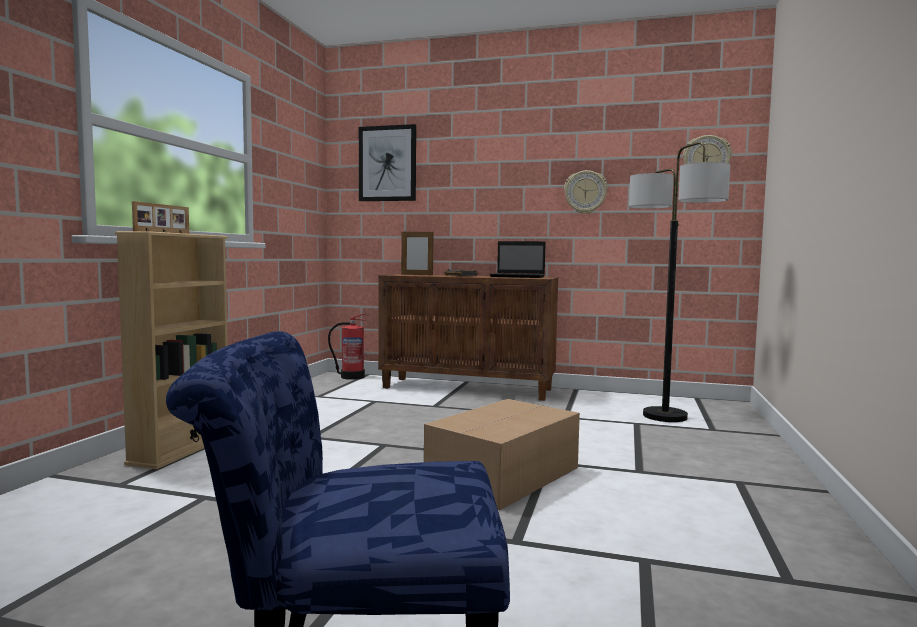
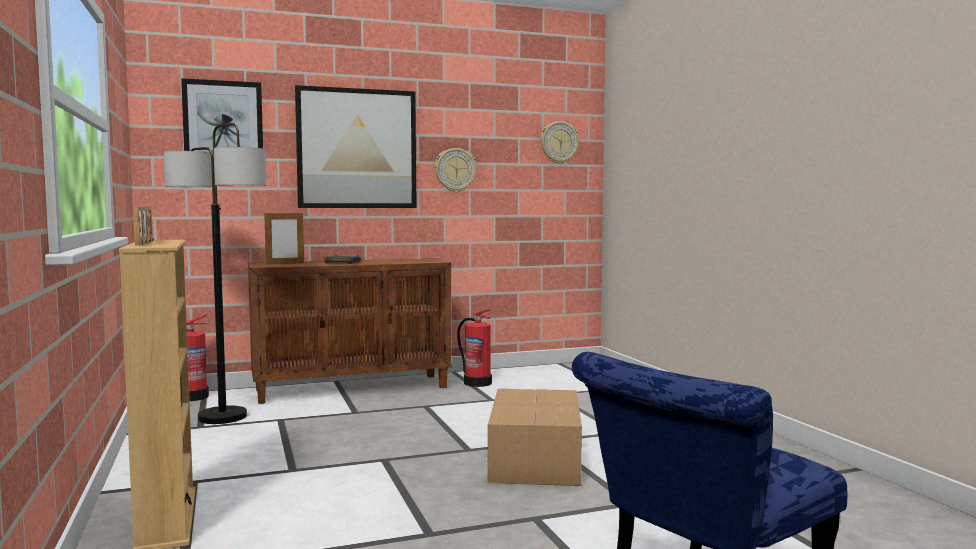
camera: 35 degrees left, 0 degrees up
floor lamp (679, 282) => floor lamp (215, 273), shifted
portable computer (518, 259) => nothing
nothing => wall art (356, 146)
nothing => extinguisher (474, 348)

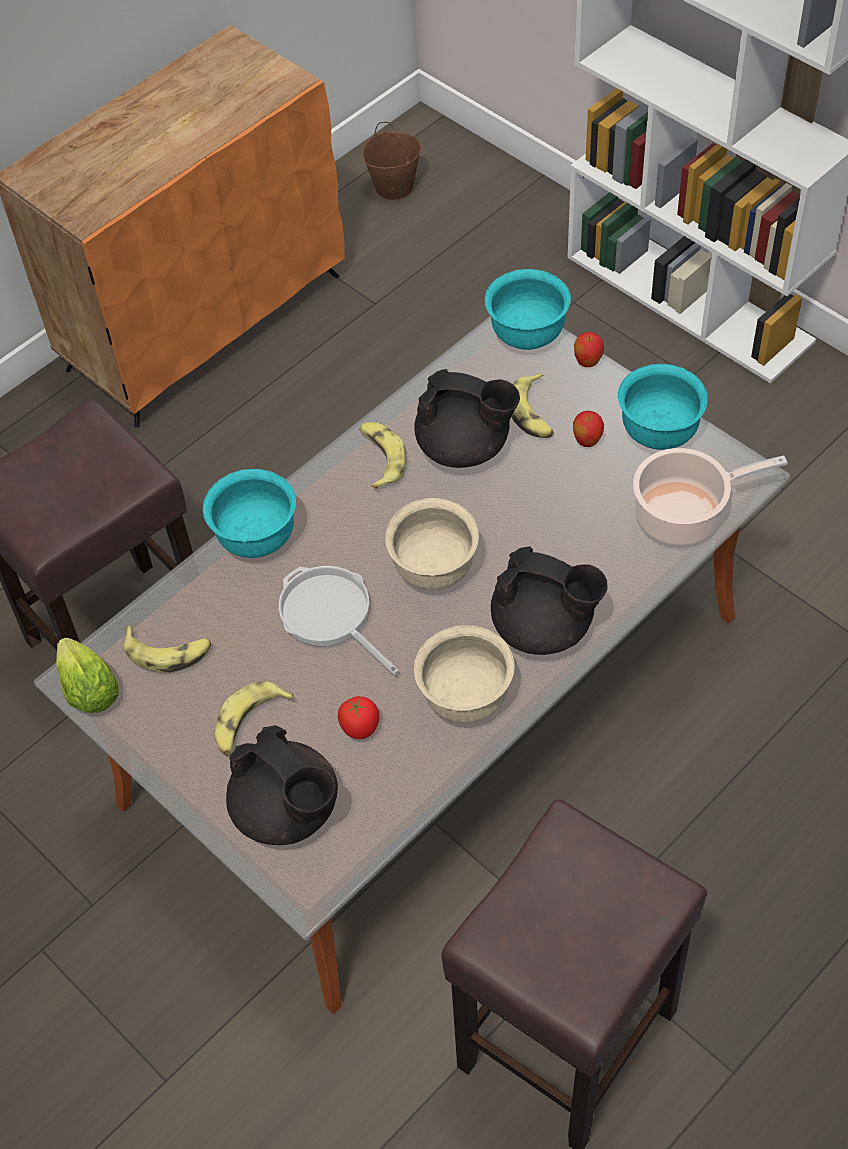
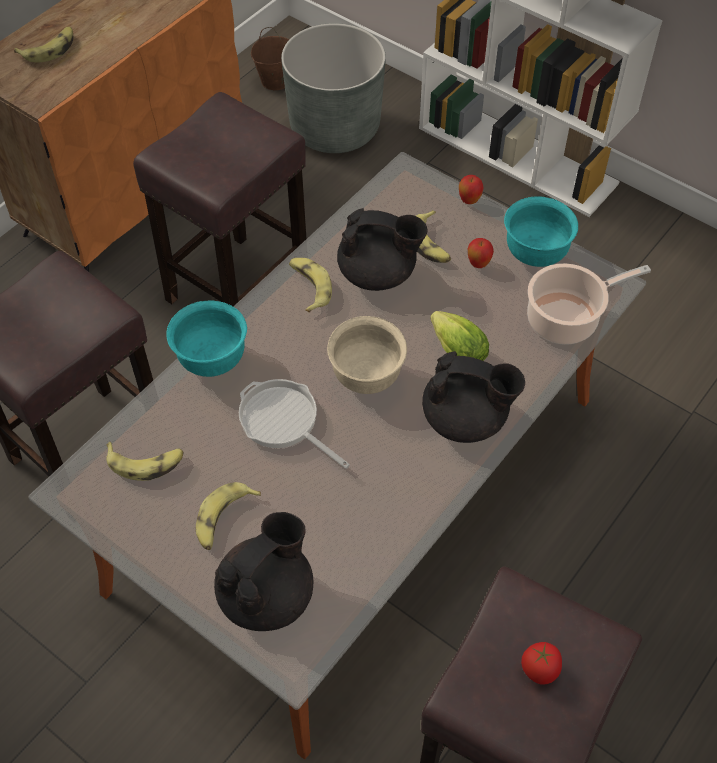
camera: 10 degrees left, 0 degrees up
deep dish/blue-green (528, 309) => nothing
deep dish/sand-coloured (464, 674) => nothing
head of lettuce (87, 675) => head of lettuce (459, 336), shifted
fresh tomato (359, 717) => fresh tomato (541, 663), shifted
pot for tea/black-coloured (282, 785) => pot for tea/black-coloured (263, 571), 90 degrees counterclockwise
nothing => flower pot/gray (333, 88)
nothing => banana fruit (43, 45)
nothing => sitting stool/brownish (220, 199)

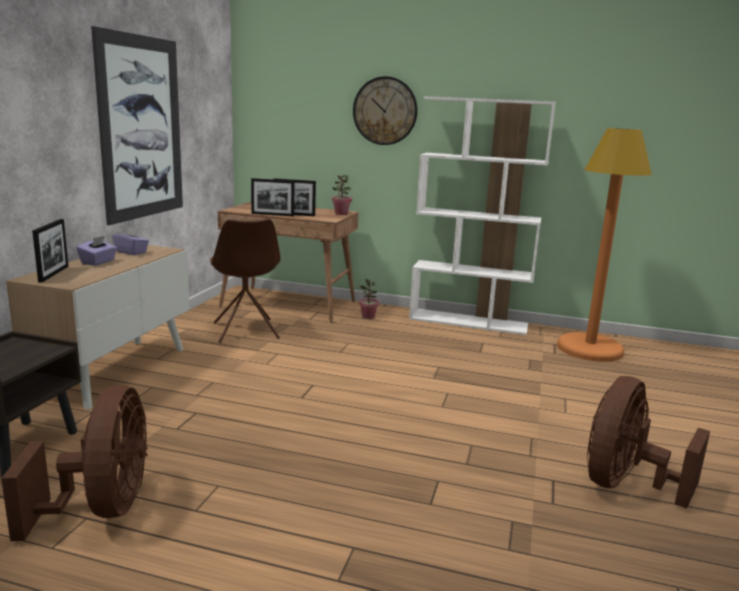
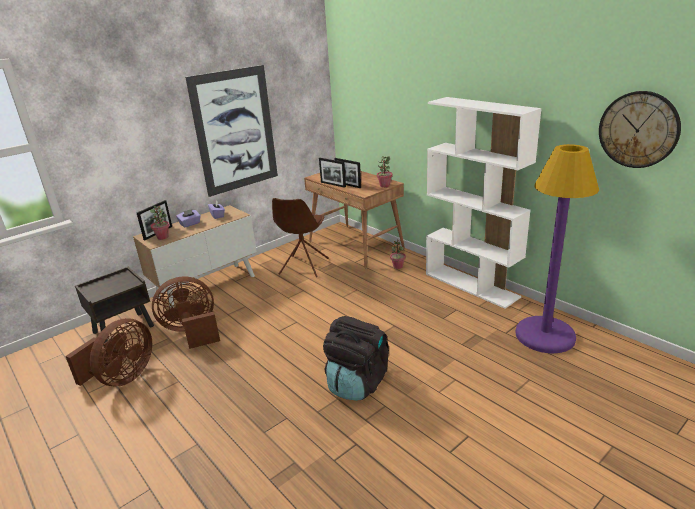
camera: 35 degrees right, 10 degrees up
hanging clock (385, 110) => hanging clock (640, 129), shifted
floor lamp/orange-coloured (604, 245) => floor lamp/purple-coloured (557, 249)
cooling fan/brownish (648, 442) => cooling fan/brownish (186, 312), shifted
nothing => plant in a pot (160, 223)
nothing => rucksack/black-coloured (356, 358)

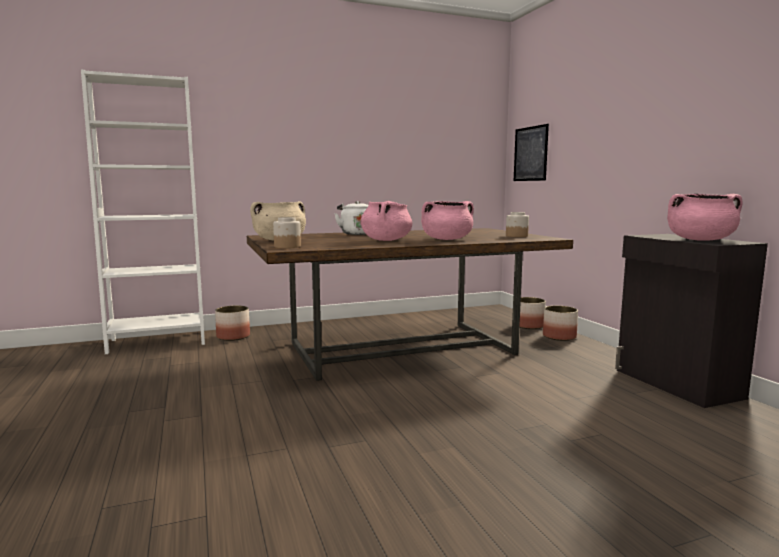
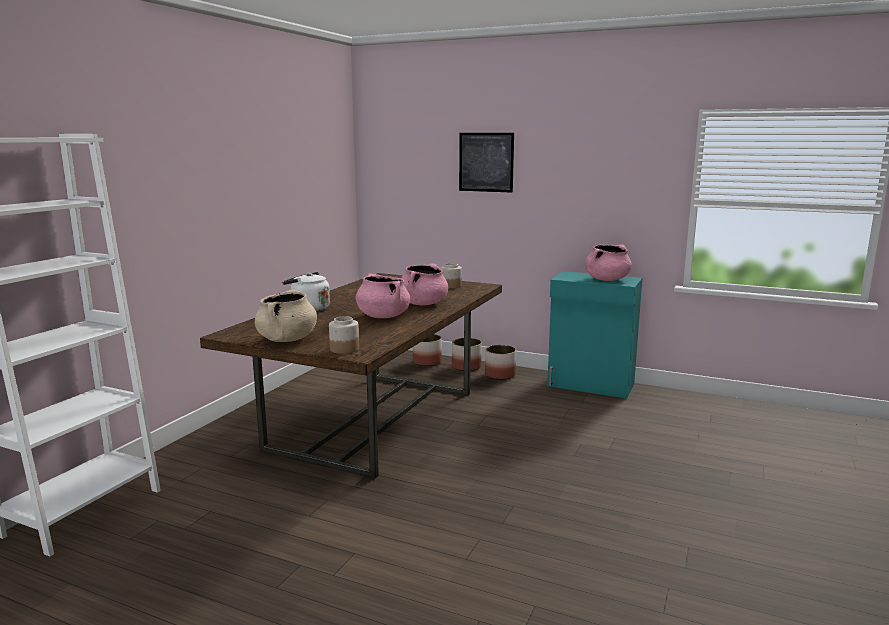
camera: 45 degrees left, 5 degrees up
wall art (531, 152) => wall art (486, 163), shifted
storage cabinet/black-coloured (691, 321) => storage cabinet/blue-green (594, 334)
flower pot (232, 323) => flower pot (500, 362), shifted

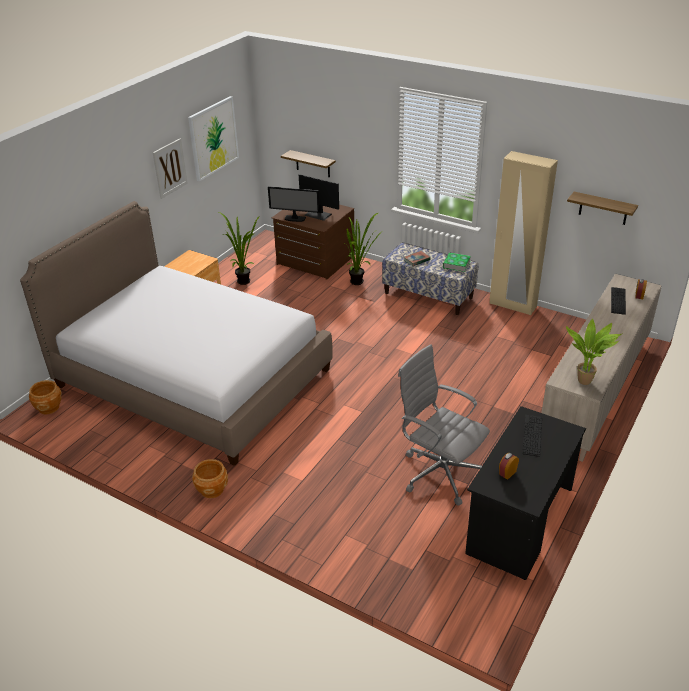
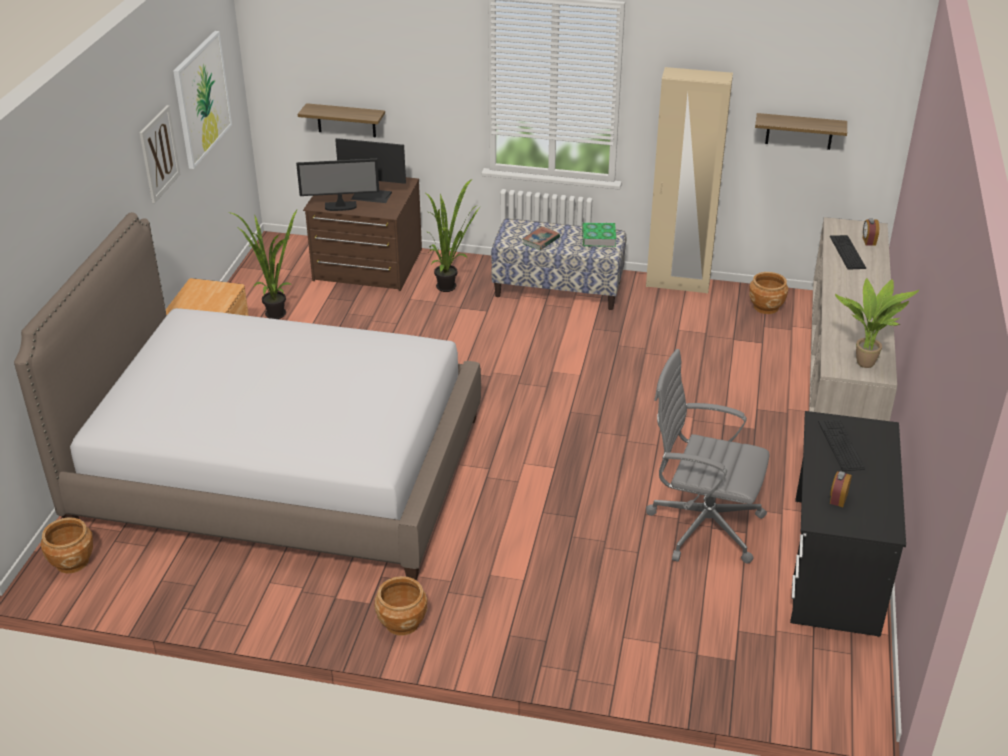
camera: 20 degrees left, 0 degrees up
nothing => flower pot/brownish (768, 293)

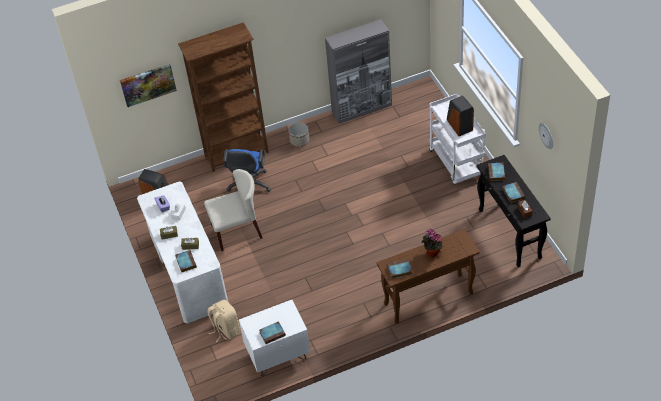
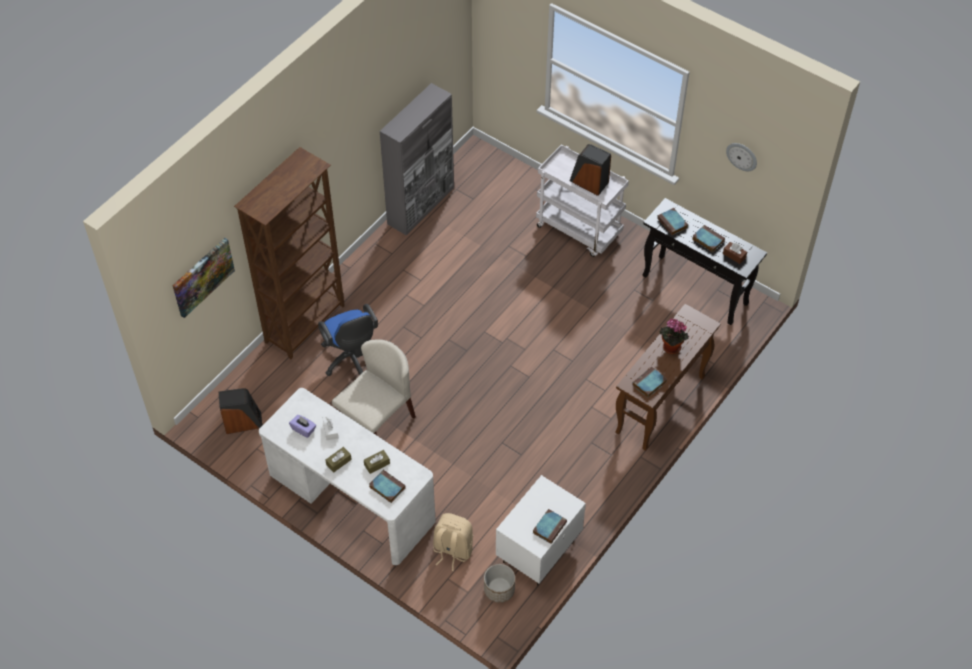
camera: 35 degrees left, 5 degrees up
flower pot (299, 134) => flower pot (499, 583), shifted

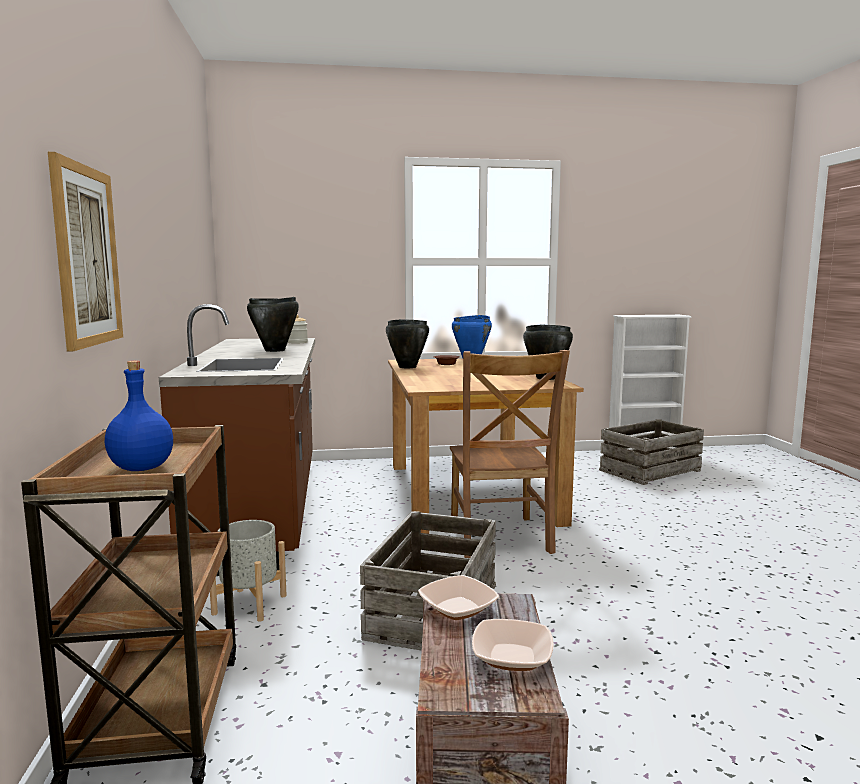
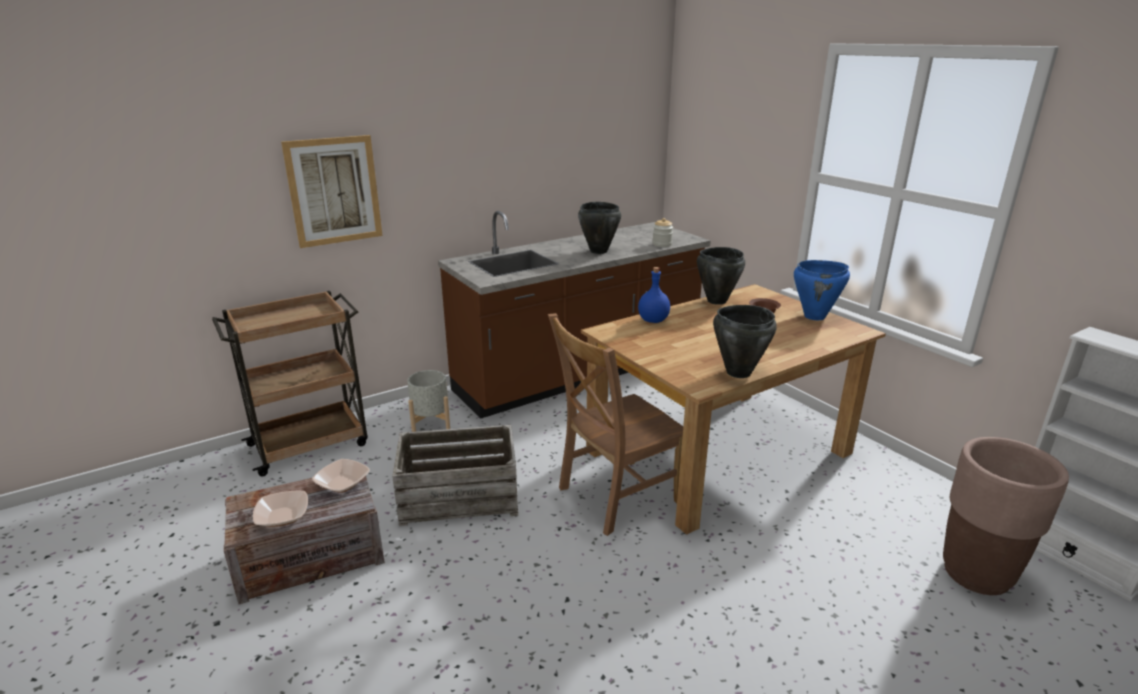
camera: 65 degrees right, 15 degrees up
drink bottle/blue (139, 416) => drink bottle/blue (654, 295), shifted
packing crate (651, 452) => flower pot/brownish (1006, 516)

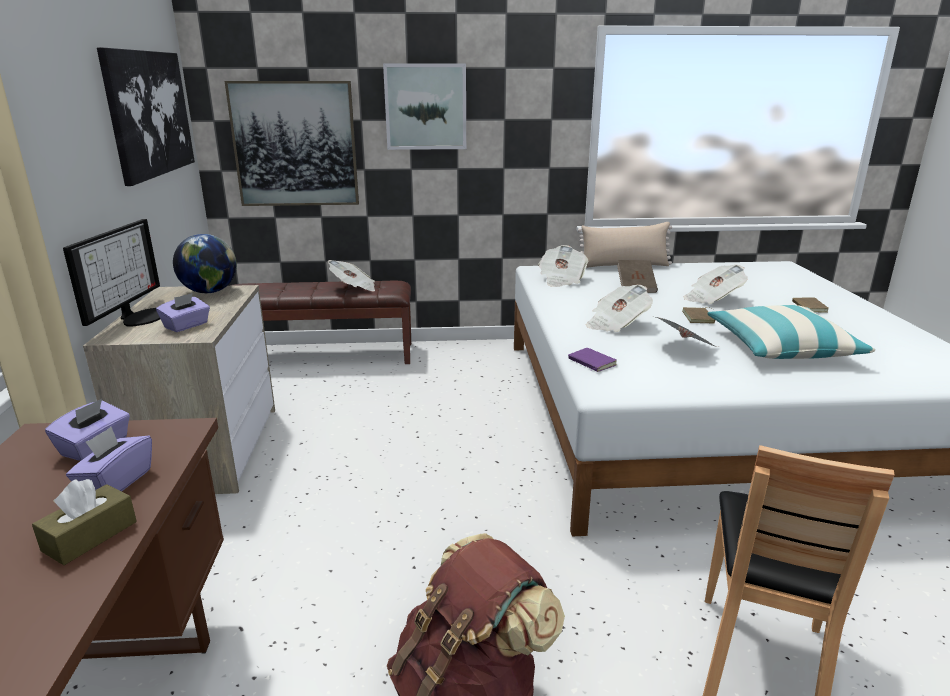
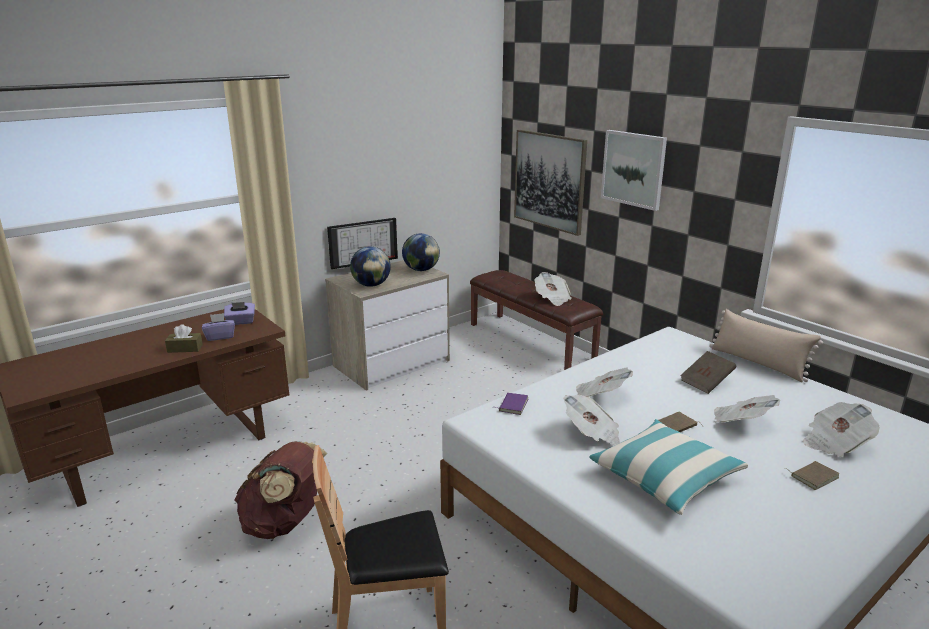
camera: 55 degrees right, 0 degrees up
wall art (146, 116) => nothing
newspaper (563, 266) => newspaper (841, 429), shifted
tissue box/purple-coloured (183, 312) => globe (370, 266)

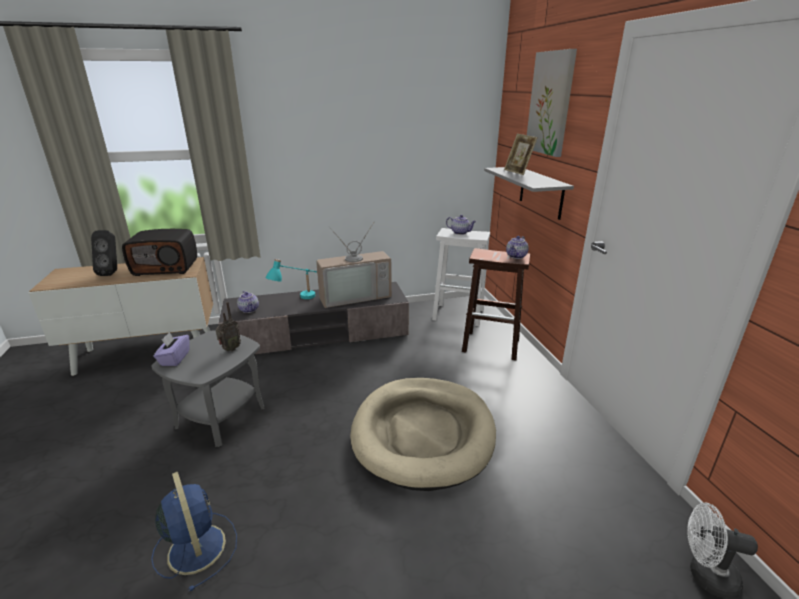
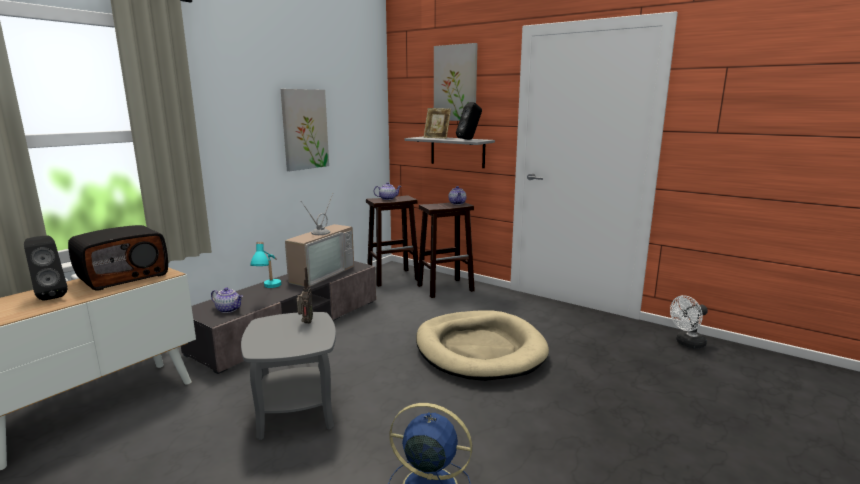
camera: 40 degrees left, 10 degrees down
sitting stool/whitish (461, 277) => sitting stool/brownish (392, 241)
tissue box/purple-coloured (172, 349) => nothing
nothing => wall art (305, 130)
nothing => audio speaker/black-coloured (469, 121)

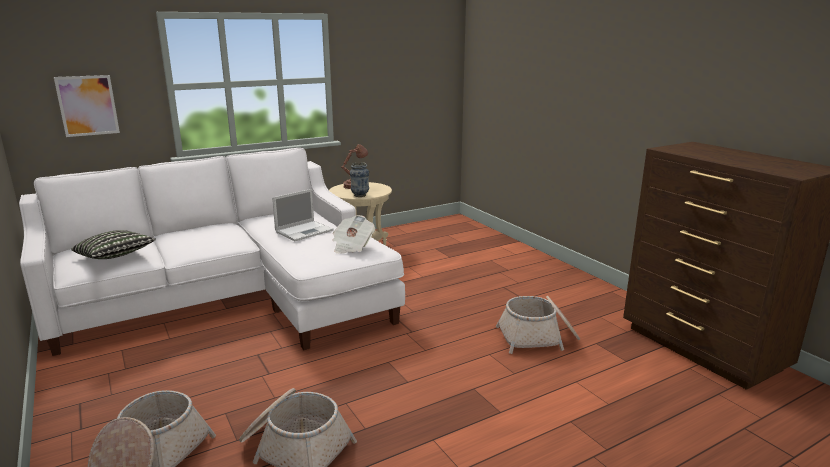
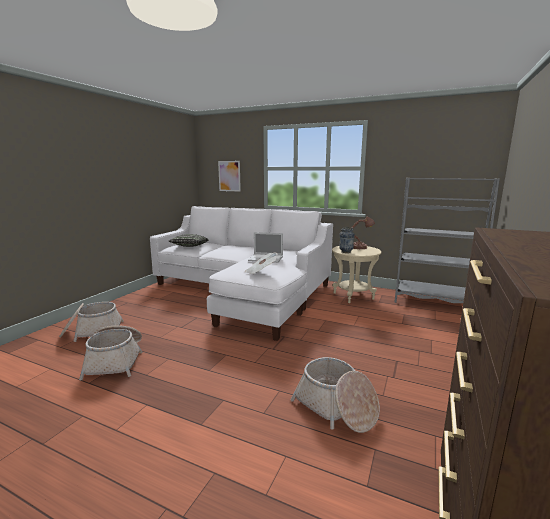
camera: 55 degrees right, 5 degrees down
nothing => shelving unit/gray (447, 240)

